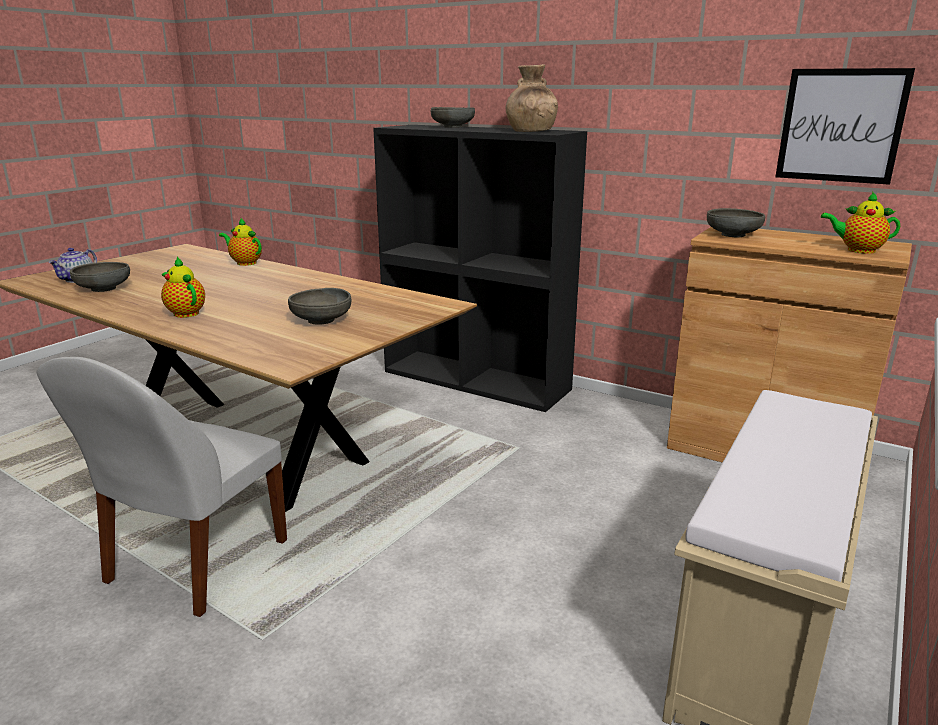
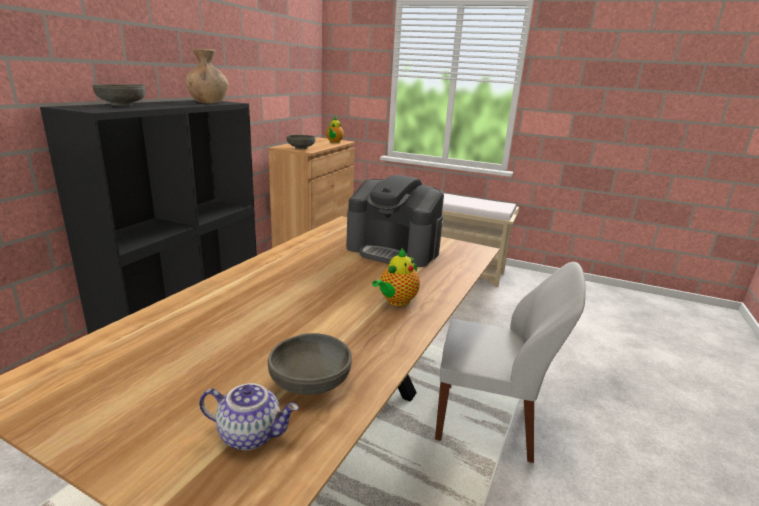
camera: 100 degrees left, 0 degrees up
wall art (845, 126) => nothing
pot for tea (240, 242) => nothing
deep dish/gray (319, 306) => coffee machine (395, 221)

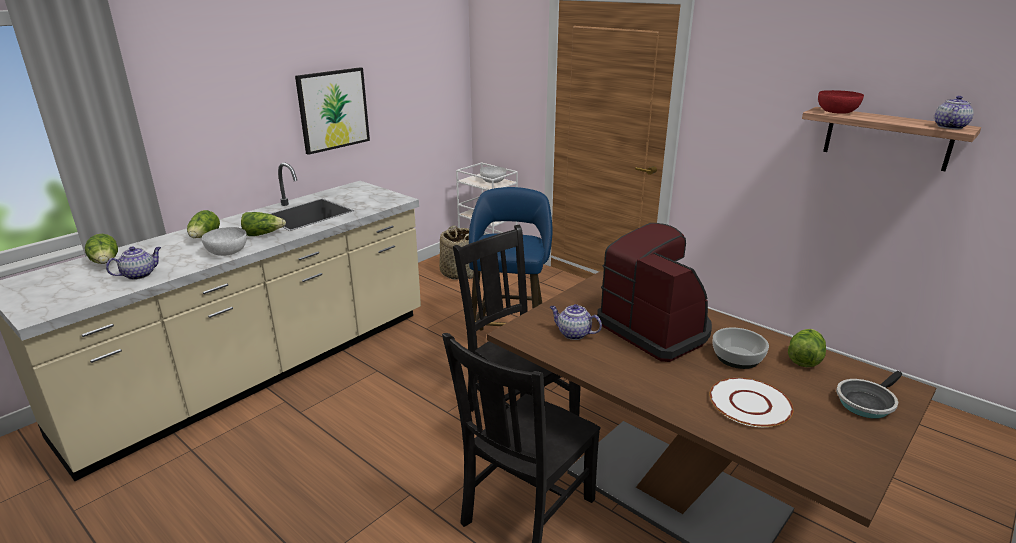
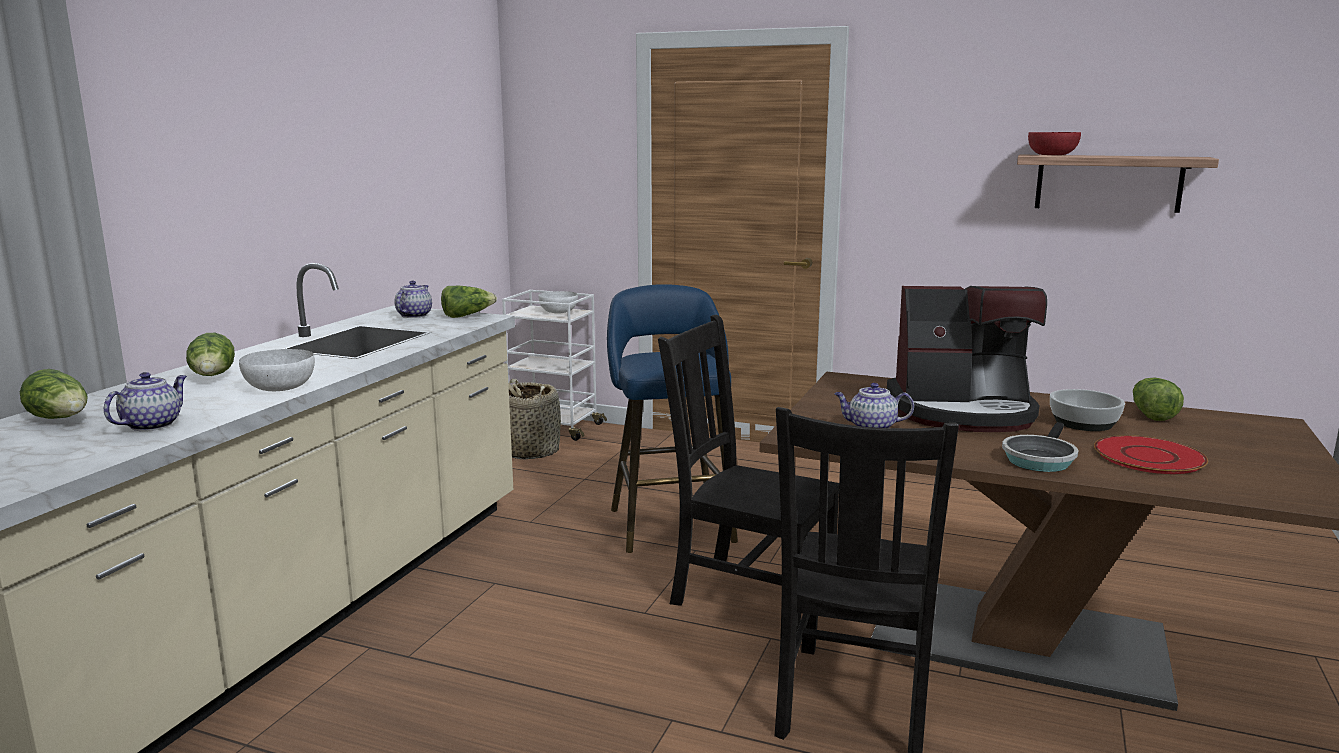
camera: 20 degrees left, 10 degrees down
wall art (332, 111) => nothing
pot for tea (954, 112) => pot for tea (413, 299), shifted
head of lettuce (263, 224) => head of lettuce (469, 302), shifted
coffee machine (654, 292) => coffee machine (967, 359), 150 degrees clockwise
skillet (869, 395) => skillet (1040, 447), shifted
plate/whitish (751, 402) => plate/red (1151, 454)

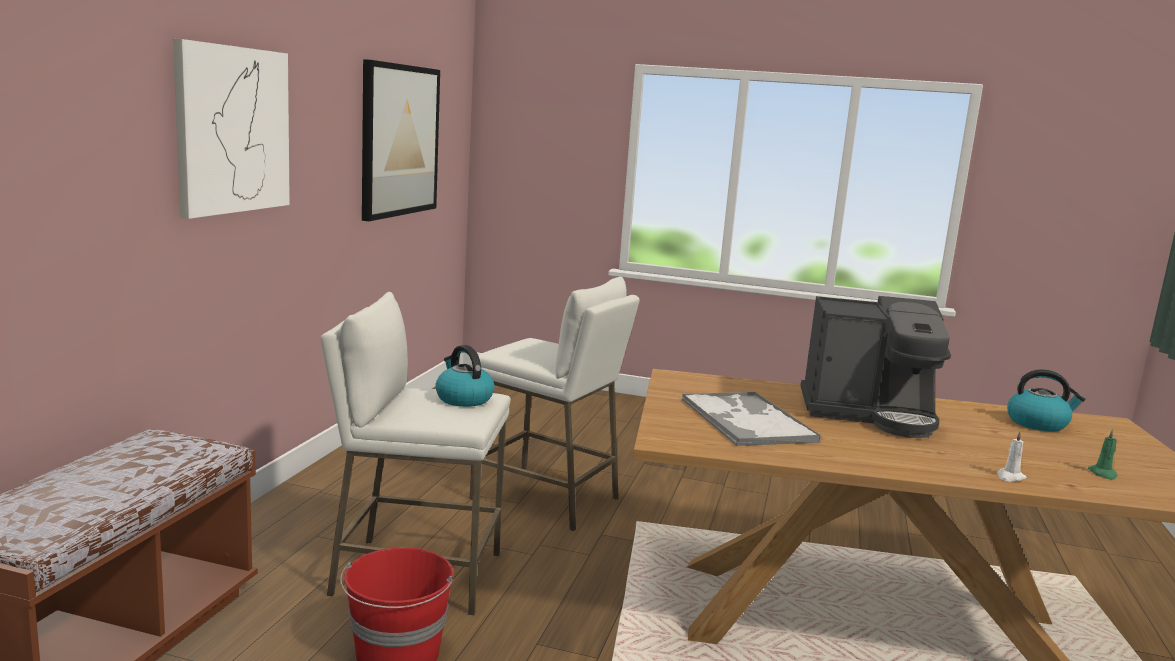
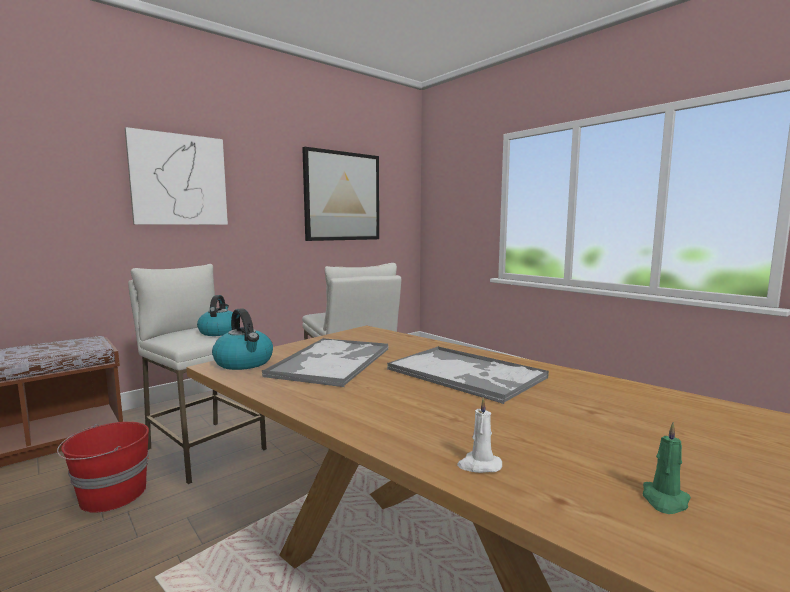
camera: 35 degrees right, 5 degrees down
coffee machine (875, 367) => carrying tray (468, 375)
water kettle (1046, 400) => water kettle (242, 339), shifted

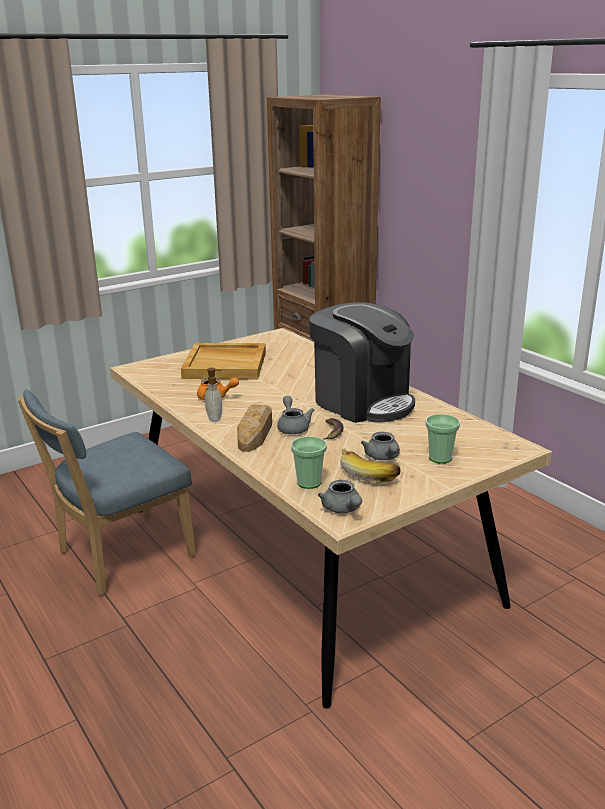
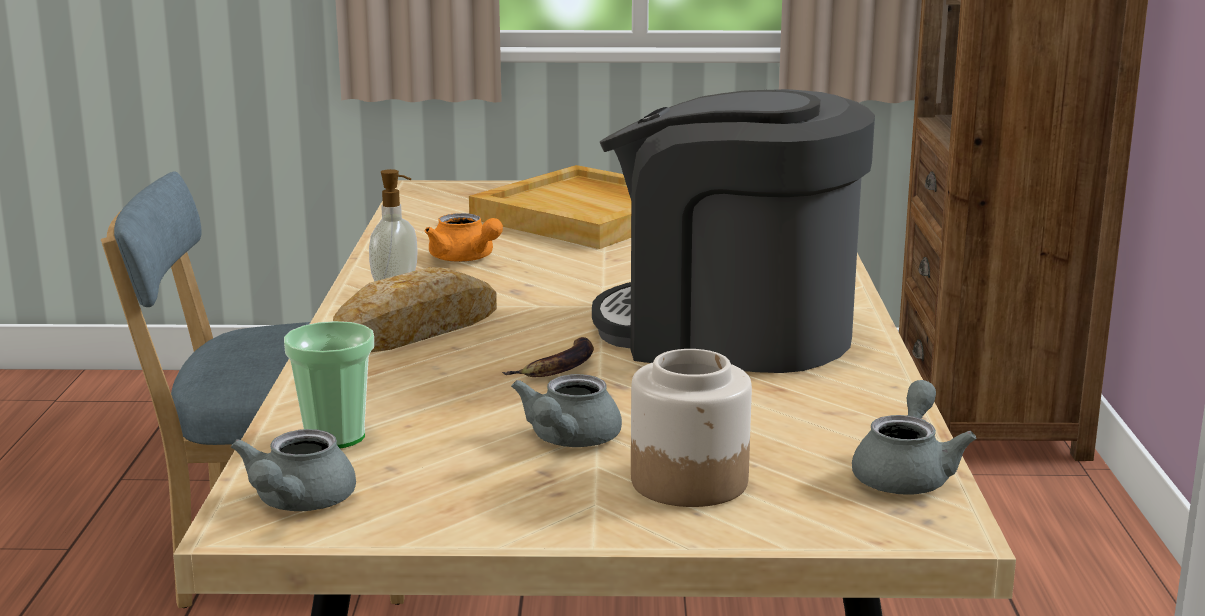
camera: 35 degrees right, 5 degrees down
coffee machine (362, 362) => coffee machine (733, 231), 120 degrees clockwise
pot for tea/gray (295, 415) => pot for tea/gray (914, 437), shifted
small cup (442, 439) => preserve jar (691, 428)
banana fruit (370, 465) => nothing

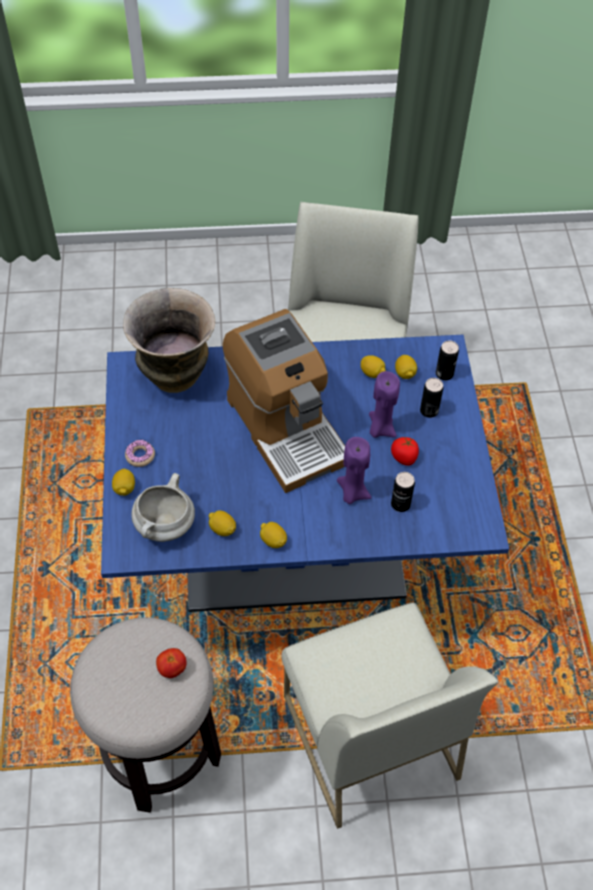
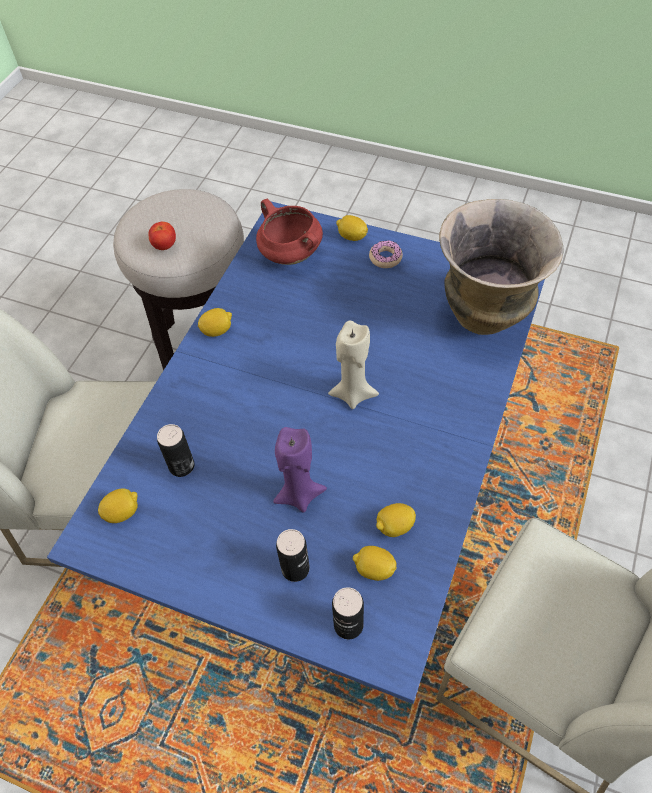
camera: 120 degrees right, 0 degrees up
coffee machine (284, 401) => candle/sand-coloured (353, 364)
candle/purple-coloured (354, 470) => nothing
fresh tomato (405, 451) => nothing
stockpot/whitish (163, 507) => stockpot/red (289, 232)
citrus fruit (222, 523) => citrus fruit (118, 505), shifted

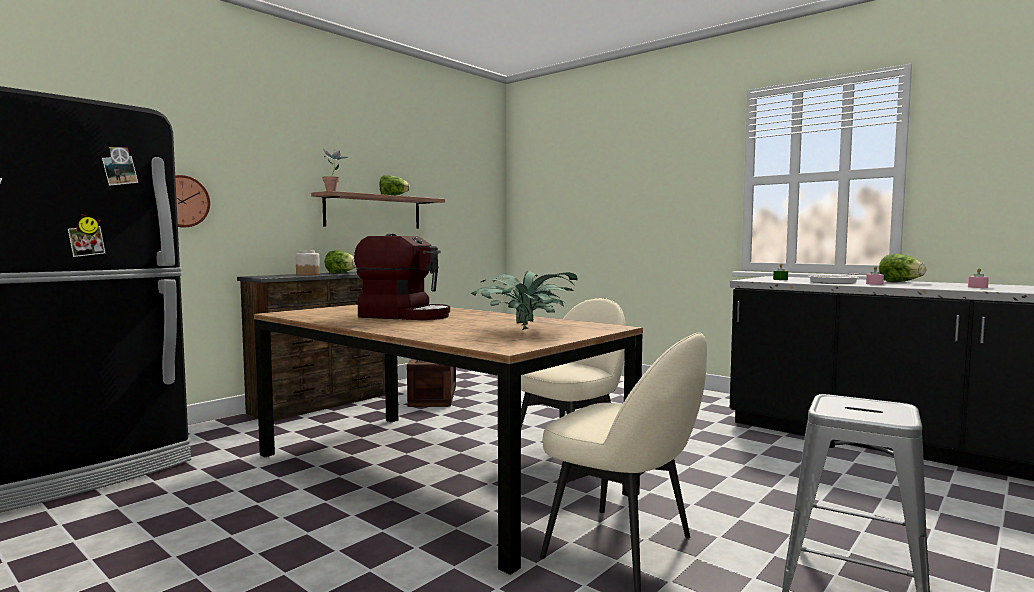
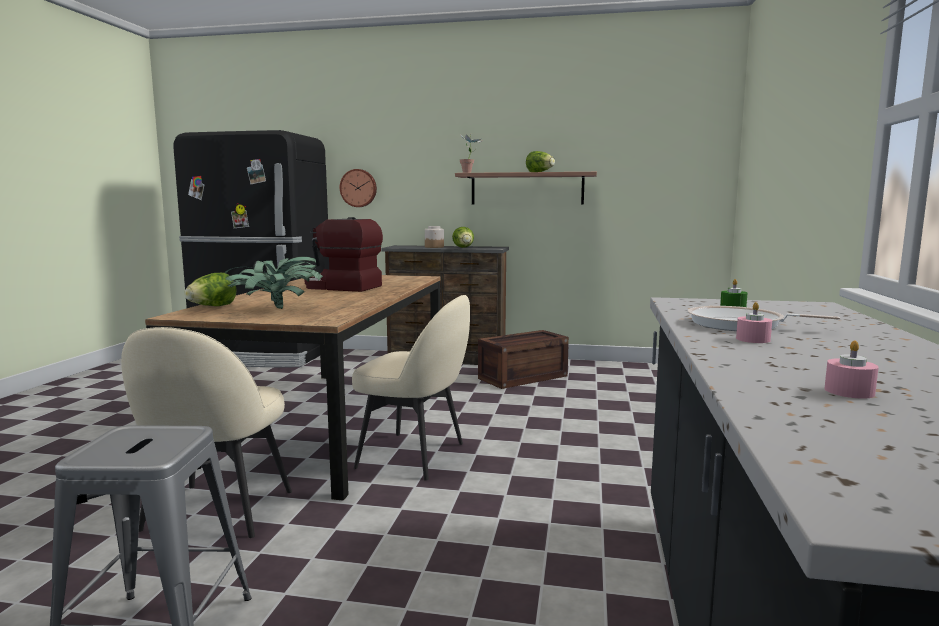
camera: 60 degrees right, 5 degrees up
coffee machine (402, 277) => coffee machine (344, 254), 120 degrees clockwise
head of lettuce (902, 268) => head of lettuce (210, 289), shifted

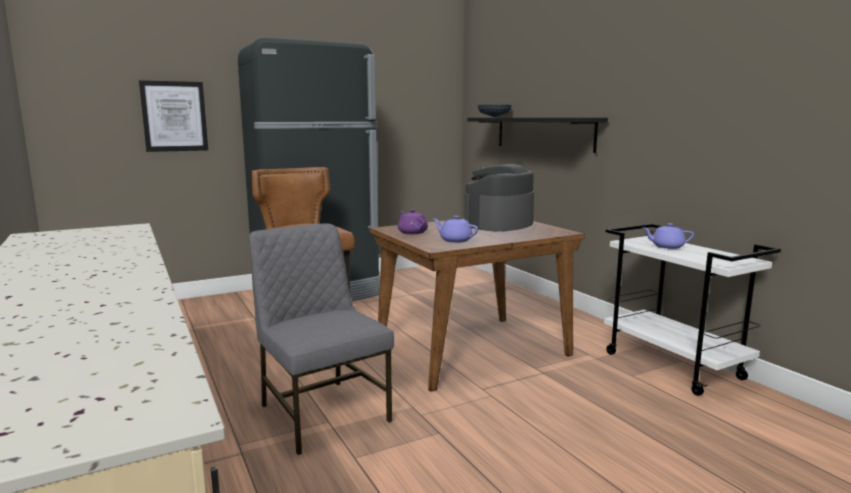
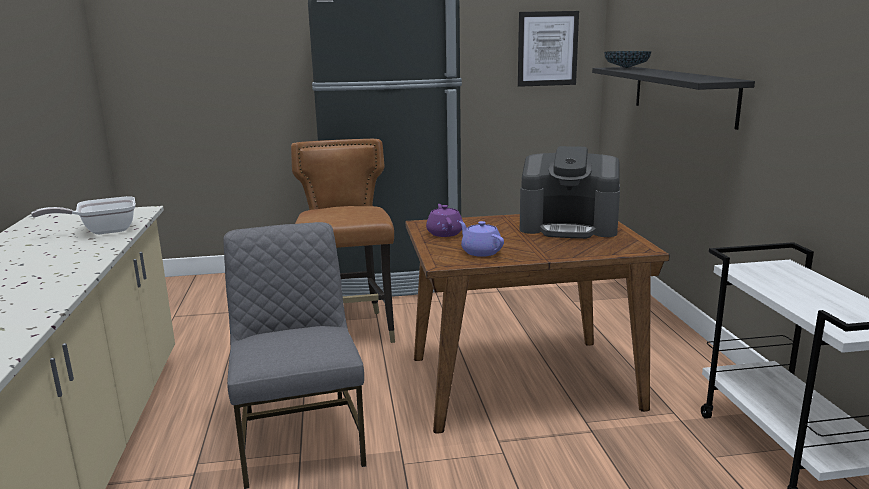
camera: 20 degrees right, 5 degrees up
wall art (173, 116) => wall art (548, 49), shifted
coffee machine (499, 197) => coffee machine (570, 192), 135 degrees counterclockwise
pot for tea/purple-coloured (668, 236) => nothing
nothing => skillet (83, 215)

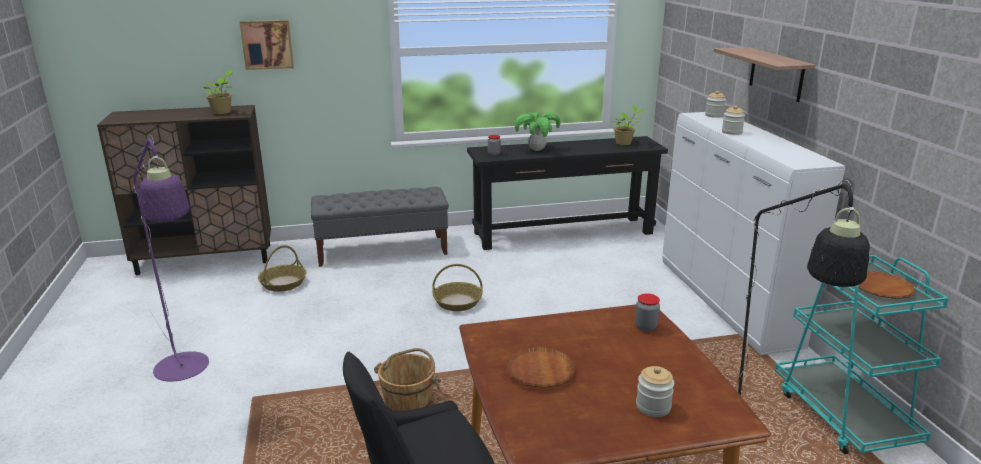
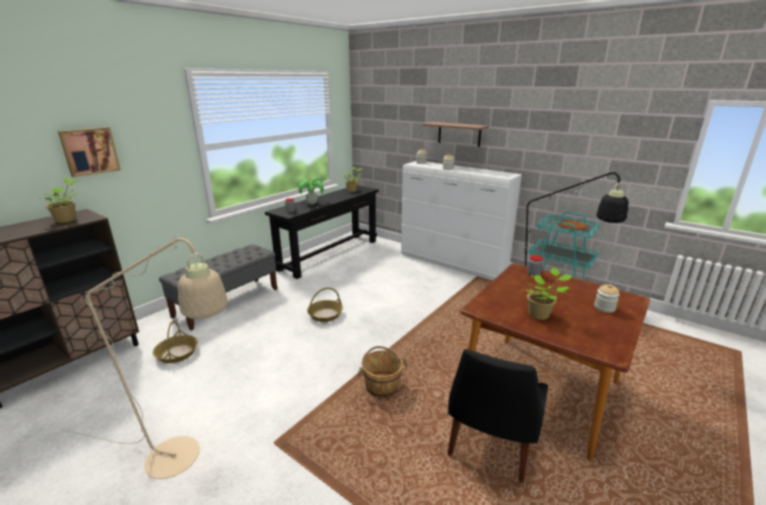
camera: 40 degrees left, 0 degrees up
floor lamp/purple-coloured (171, 258) => floor lamp/sand-coloured (145, 356)
plate/brownish (541, 367) => plant in a pot (549, 294)

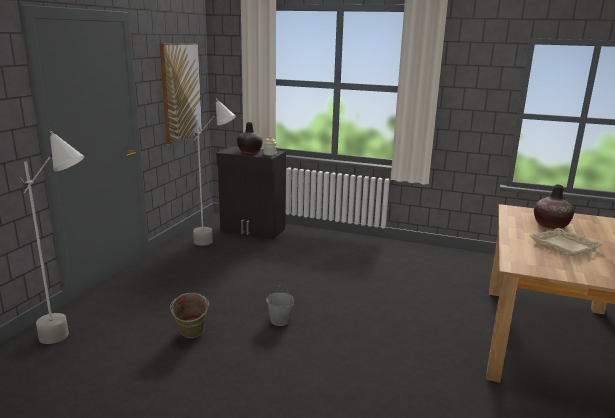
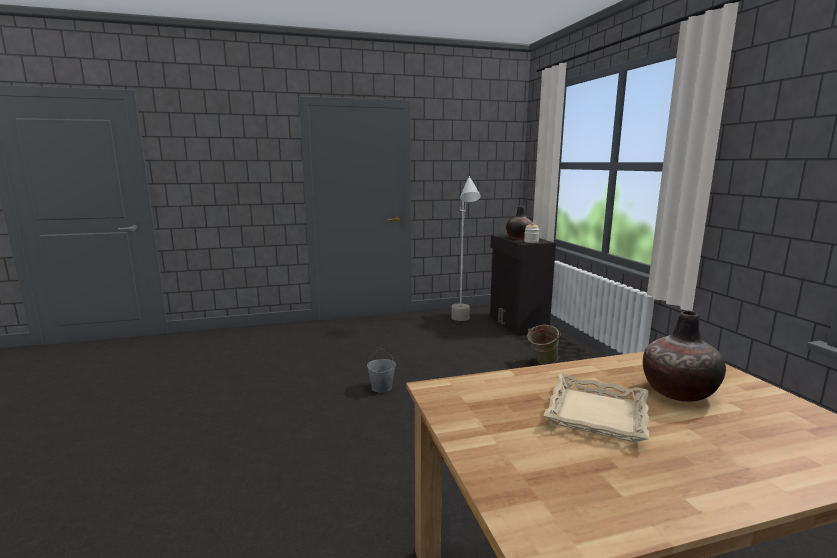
camera: 55 degrees right, 5 degrees down
wall art (181, 94) => nothing
floor lamp/gray (52, 237) => nothing
bucket/green (189, 315) => bucket/green (544, 345), shifted

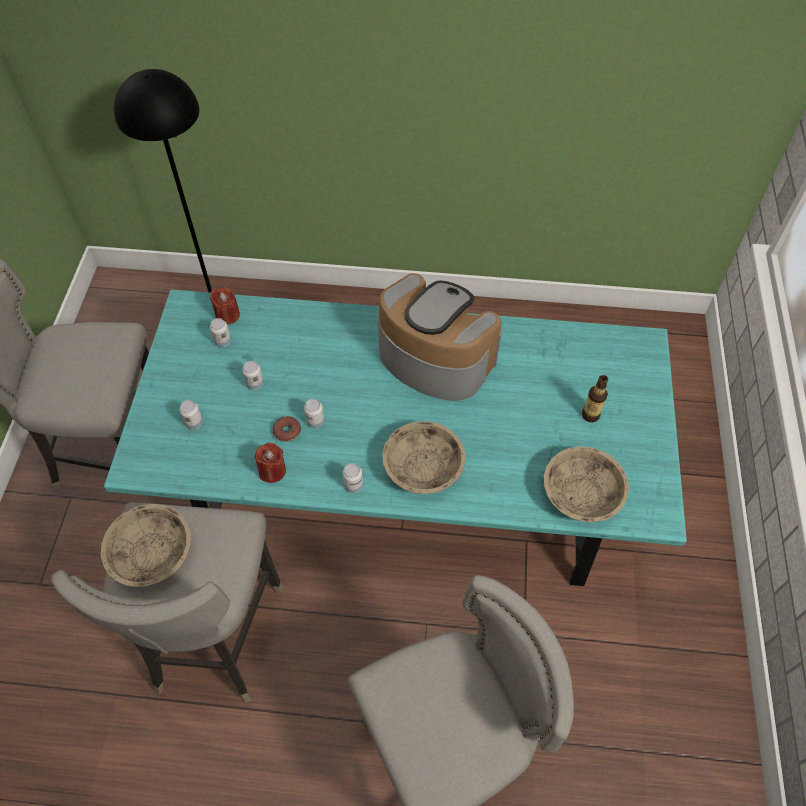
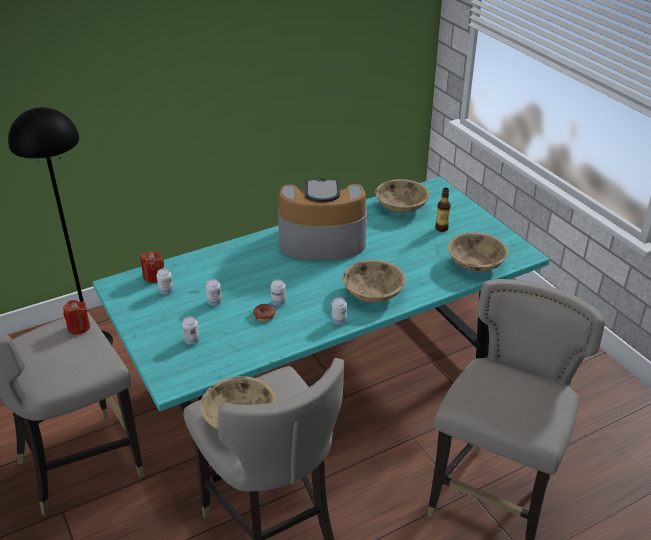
camera: 35 degrees left, 20 degrees down
candle/red (270, 462) => candle/red (76, 317), shifted
nothing => deep dish/sand-coloured (402, 196)

